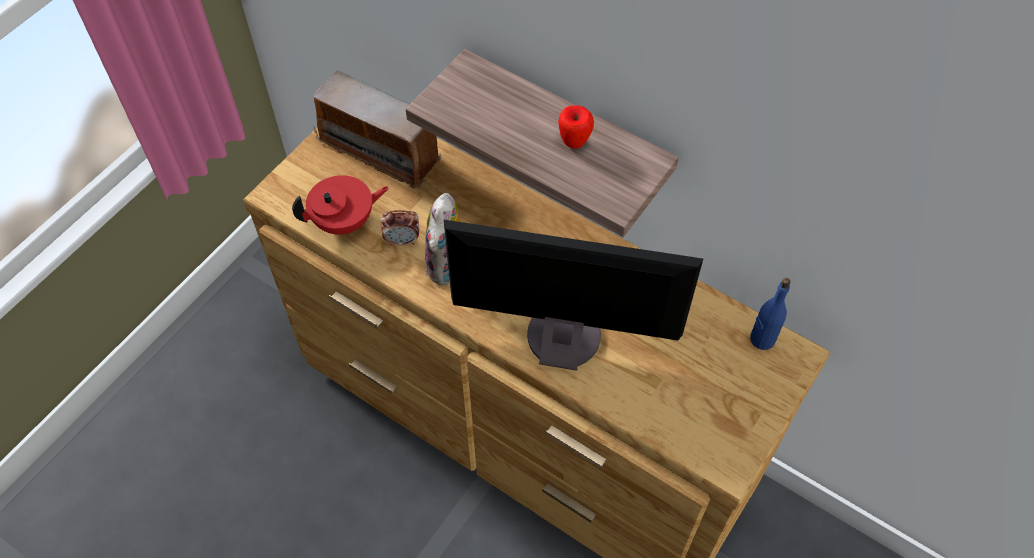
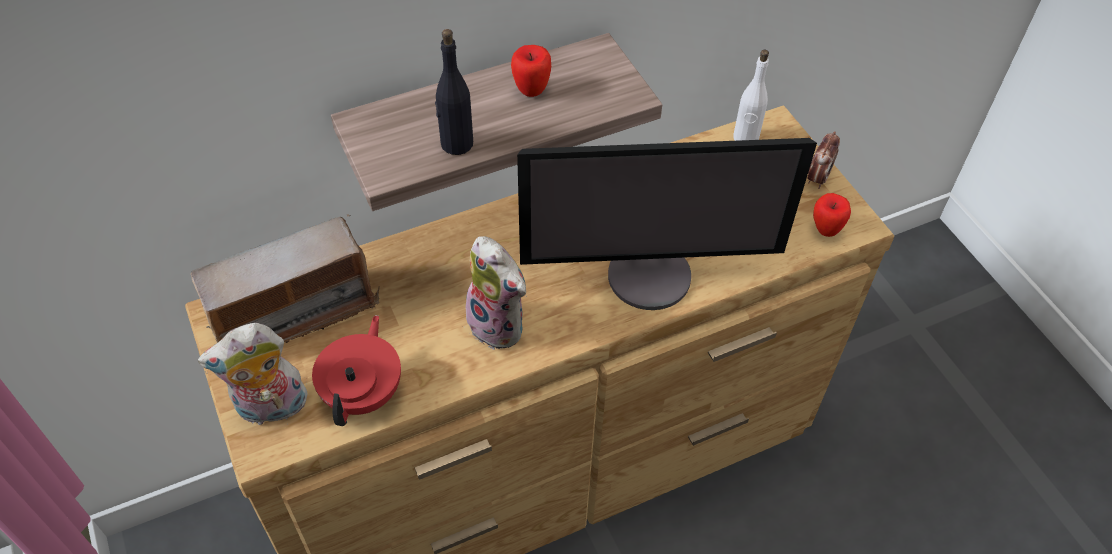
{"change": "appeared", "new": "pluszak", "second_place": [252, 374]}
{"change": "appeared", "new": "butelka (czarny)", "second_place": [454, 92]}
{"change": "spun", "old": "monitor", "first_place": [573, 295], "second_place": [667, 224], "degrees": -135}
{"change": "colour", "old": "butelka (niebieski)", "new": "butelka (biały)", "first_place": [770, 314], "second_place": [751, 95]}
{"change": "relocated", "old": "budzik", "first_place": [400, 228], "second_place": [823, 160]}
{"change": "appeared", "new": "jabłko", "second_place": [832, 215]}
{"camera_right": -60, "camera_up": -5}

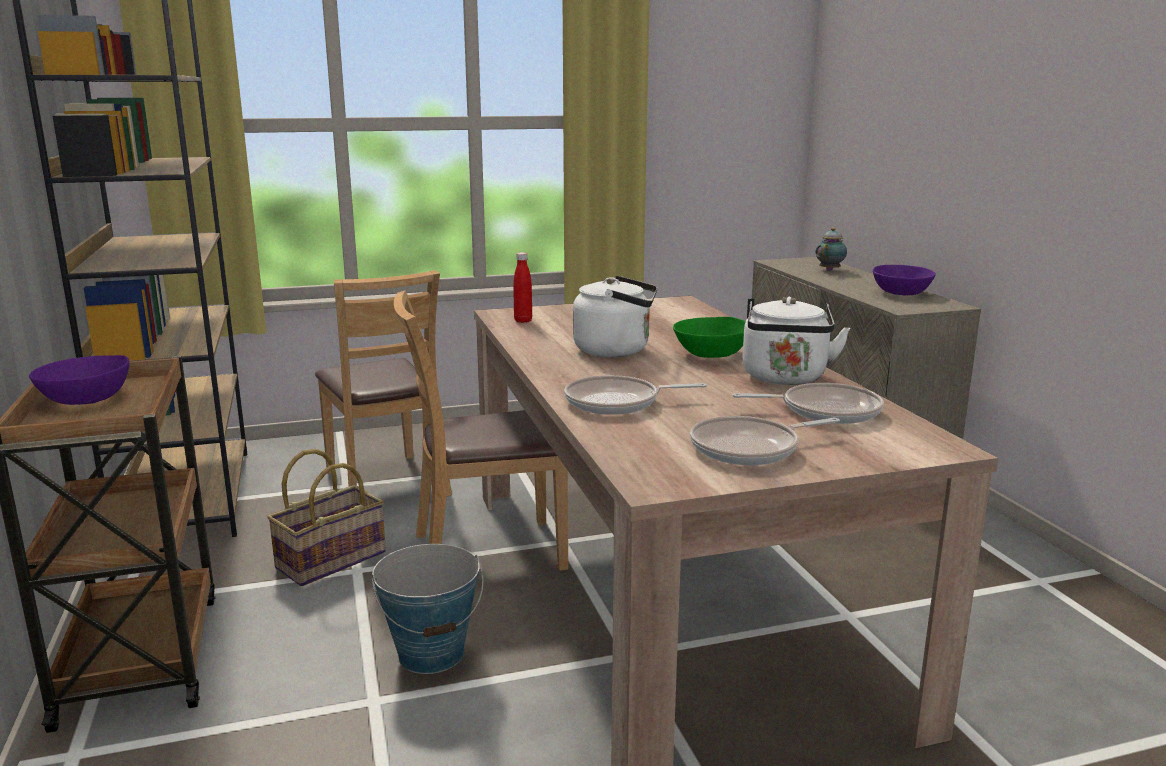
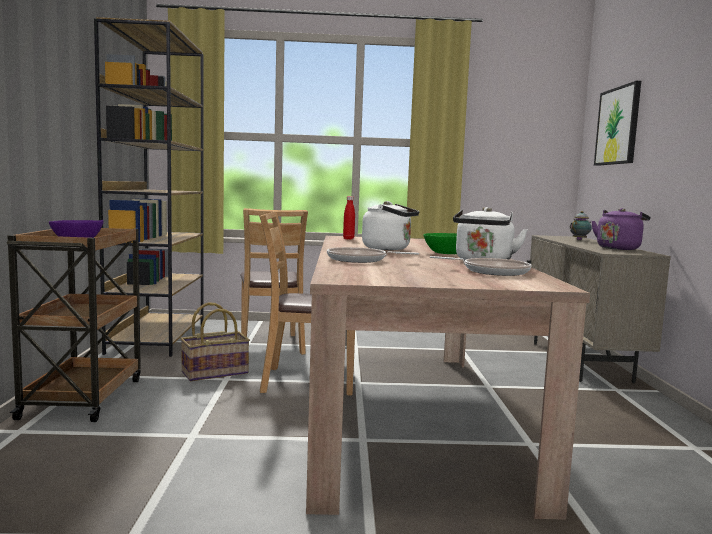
{"change": "exchanged", "old": "miska (fioletowy)", "new": "czajnik (fioletowy)", "first_place": [904, 280], "second_place": [621, 229]}
{"change": "appeared", "new": "obraz", "second_place": [617, 123]}
{"change": "missing", "old": "wiadro", "first_place": [428, 609]}
{"change": "missing", "old": "patelnia", "first_place": [765, 440]}
{"camera_right": 15, "camera_up": -10}

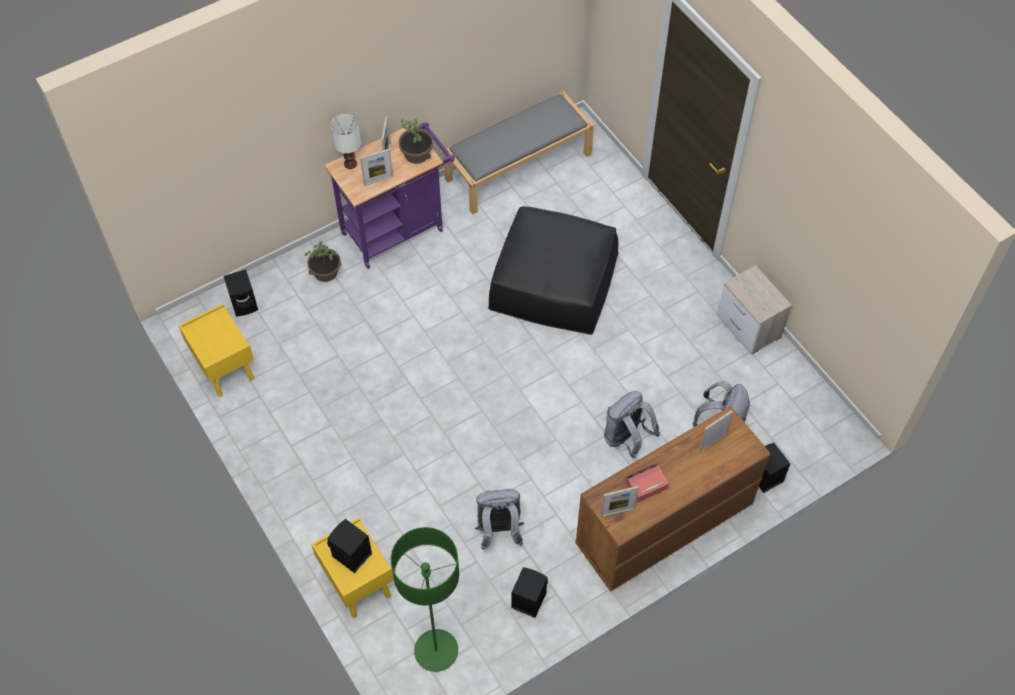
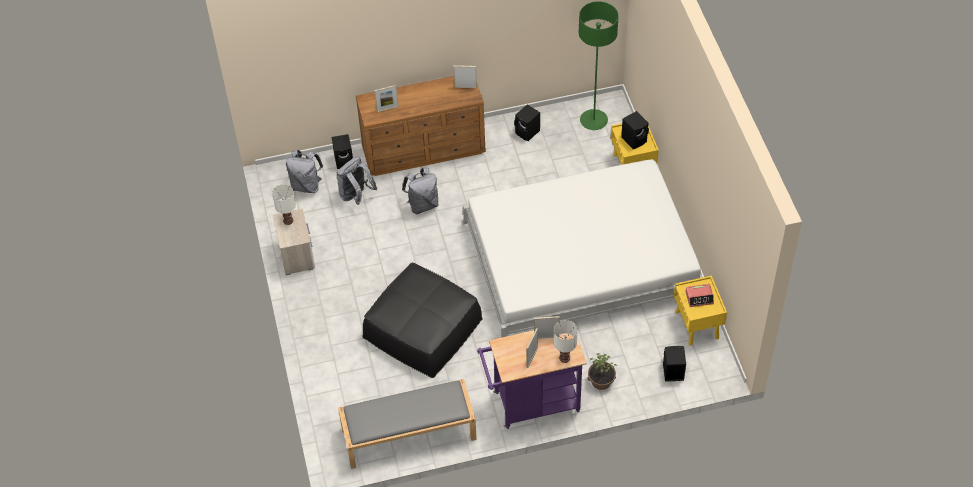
{"change": "appeared", "new": "lampa stołowa (biały)", "second_place": [284, 204]}
{"change": "relocated", "old": "plecak (szary)", "first_place": [499, 519], "second_place": [304, 171]}
{"change": "appeared", "new": "łóżko (biały)", "second_place": [582, 248]}
{"change": "relocated", "old": "budzik", "first_place": [646, 483], "second_place": [699, 295]}
{"change": "missing", "old": "roślina doniczkowa", "first_place": [415, 141]}
{"camera_right": -160, "camera_up": -5}

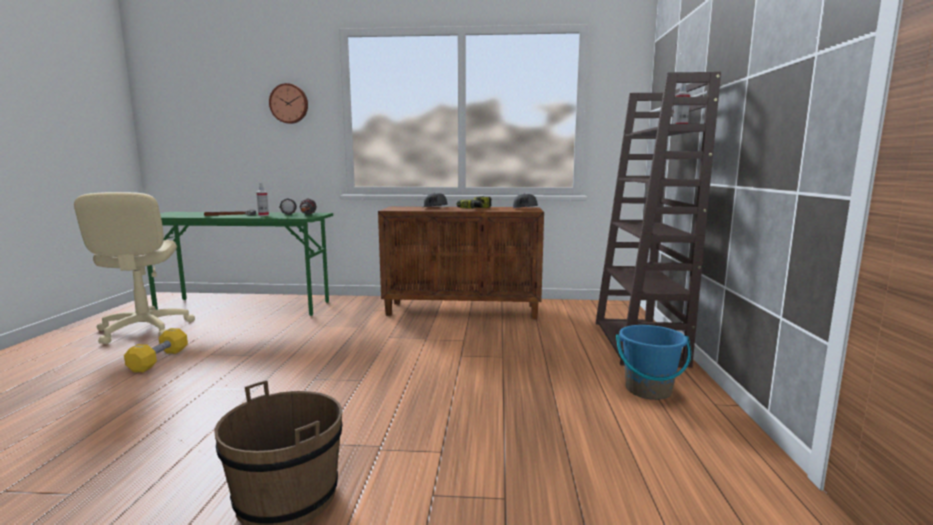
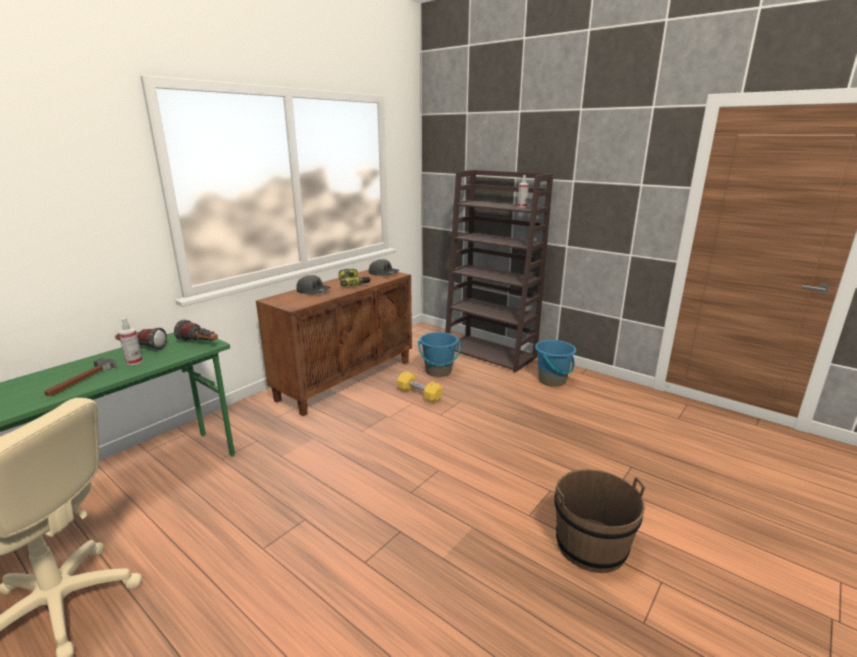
{"change": "relocated", "old": "hantel (żółty)", "first_place": [156, 350], "second_place": [419, 387]}
{"change": "appeared", "new": "wiadro (niebieski)", "second_place": [439, 354]}
{"change": "missing", "old": "zegar ścienny", "first_place": [288, 103]}
{"camera_right": -55, "camera_up": 10}

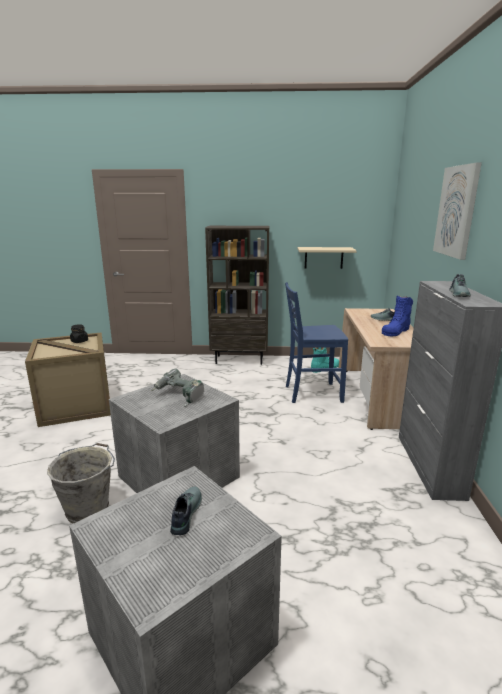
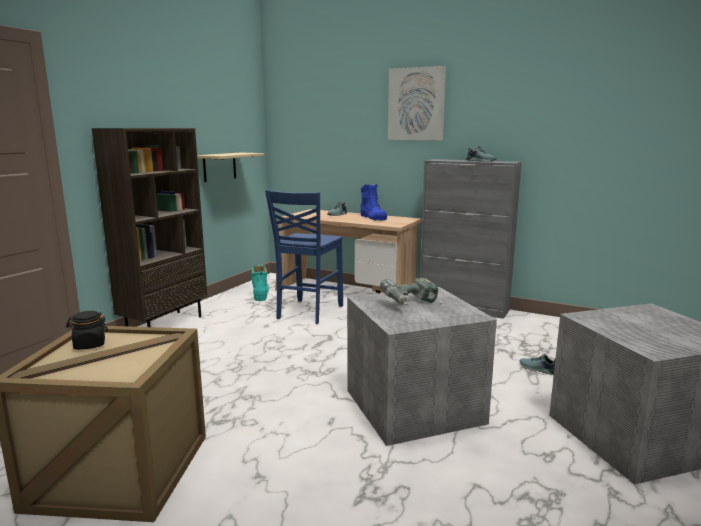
{"change": "relocated", "old": "but", "first_place": [186, 511], "second_place": [537, 364]}
{"change": "missing", "old": "wiadro (szary)", "first_place": [81, 483]}
{"camera_right": -65, "camera_up": -5}

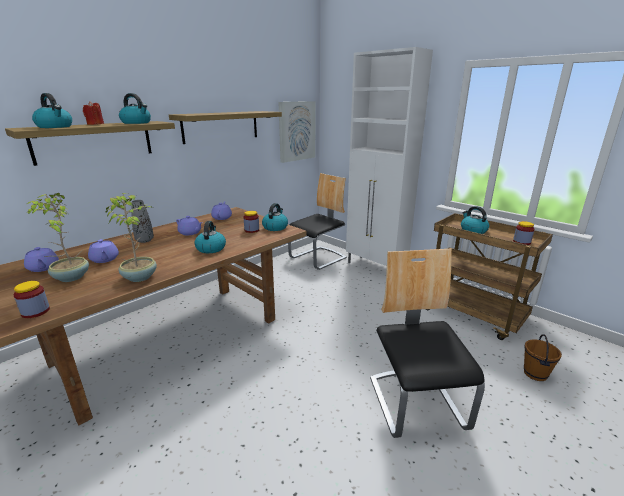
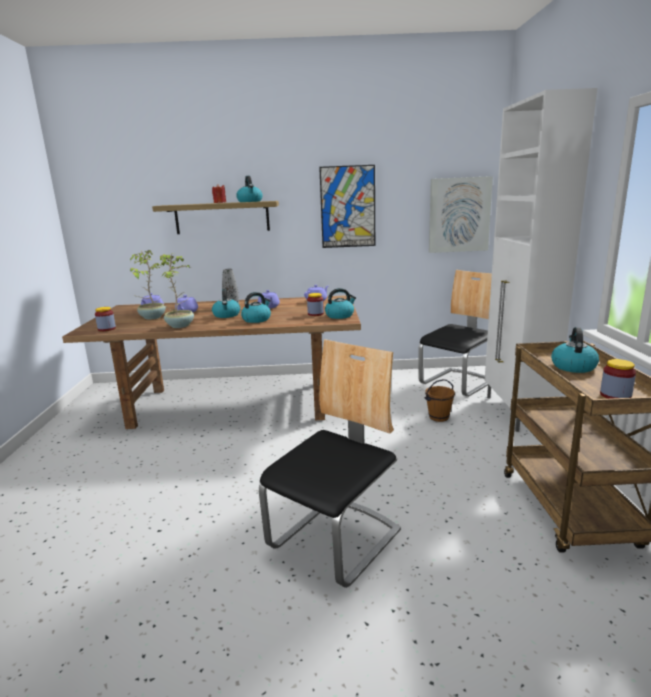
{"change": "relocated", "old": "czajnik", "first_place": [52, 110], "second_place": [226, 303]}
{"change": "exchanged", "old": "półka", "new": "obraz", "first_place": [225, 127], "second_place": [347, 206]}
{"change": "spun", "old": "krzesło", "first_place": [317, 221], "second_place": [455, 333], "degrees": -45}
{"change": "relocated", "old": "wiadro (brązowy)", "first_place": [543, 357], "second_place": [439, 400]}
{"camera_right": 45, "camera_up": -5}

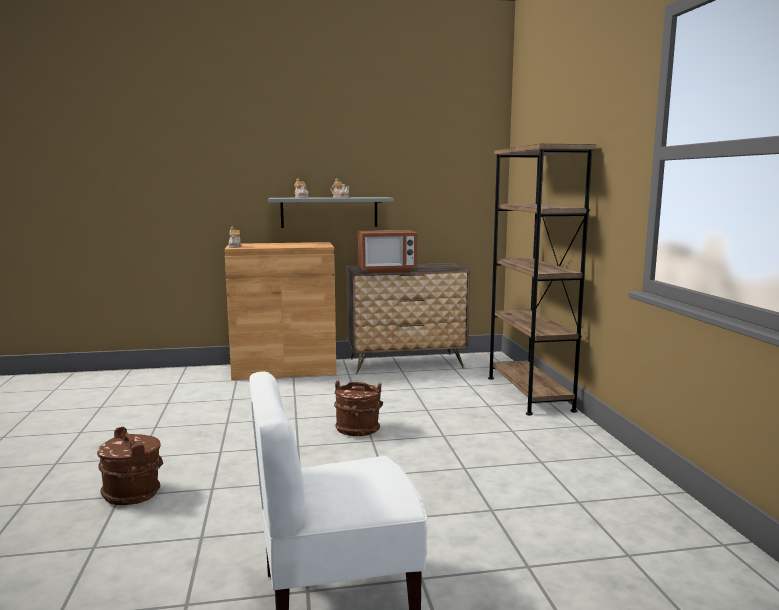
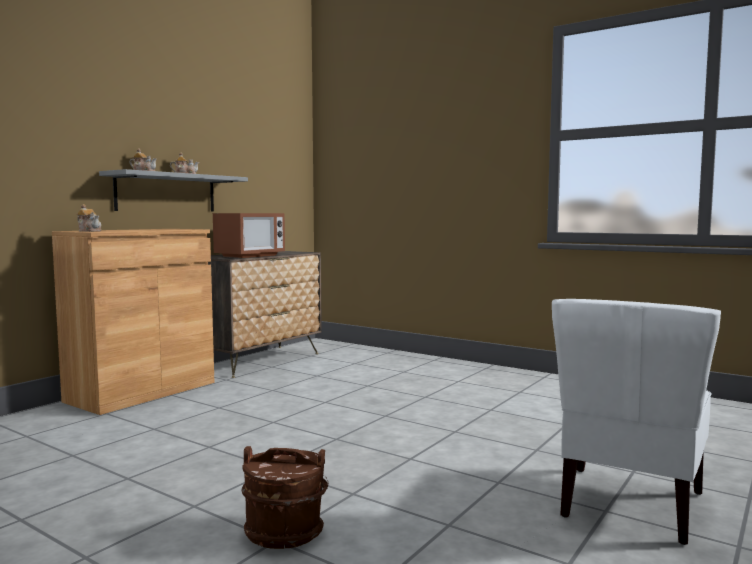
{"change": "missing", "old": "wiadro (brązowy)", "first_place": [358, 408]}
{"change": "missing", "old": "regał (brązowy)", "first_place": [542, 280]}
{"camera_right": -45, "camera_up": -5}

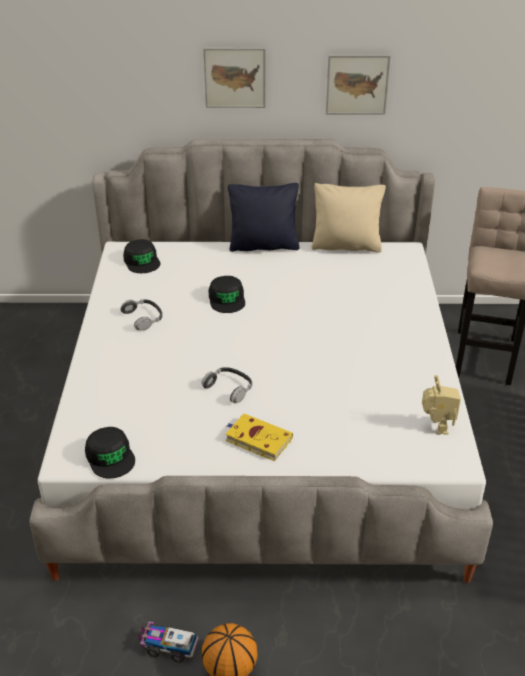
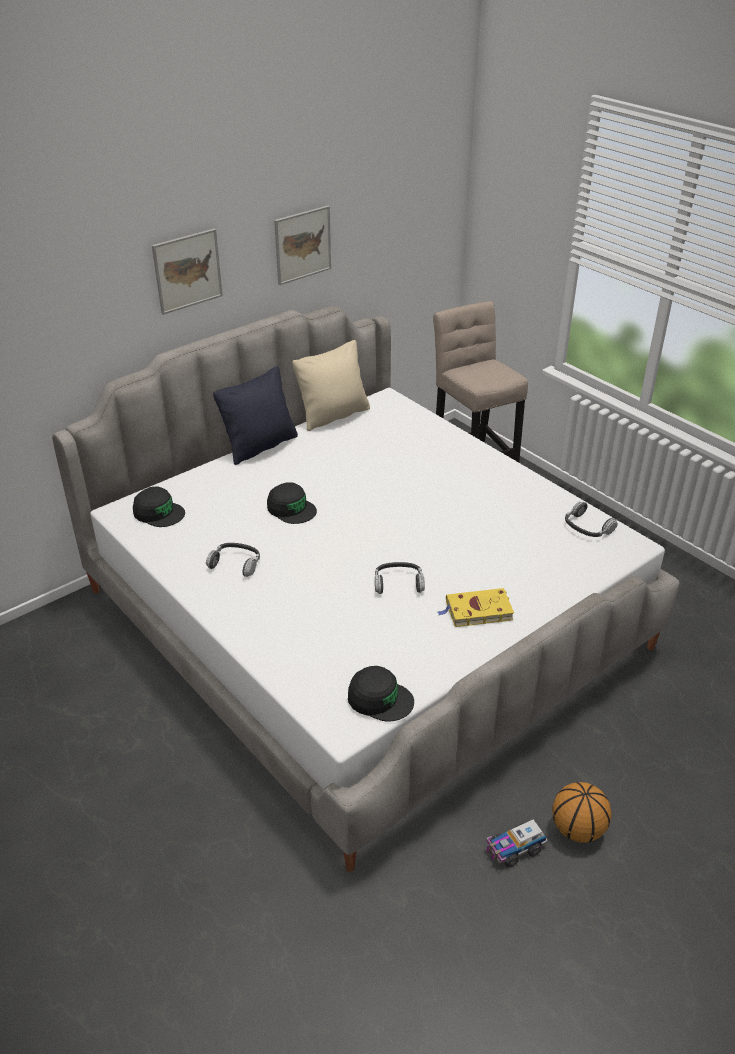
{"change": "exchanged", "old": "robot zabawkowy", "new": "słuchawki", "first_place": [441, 405], "second_place": [591, 519]}
{"camera_right": -40, "camera_up": 0}

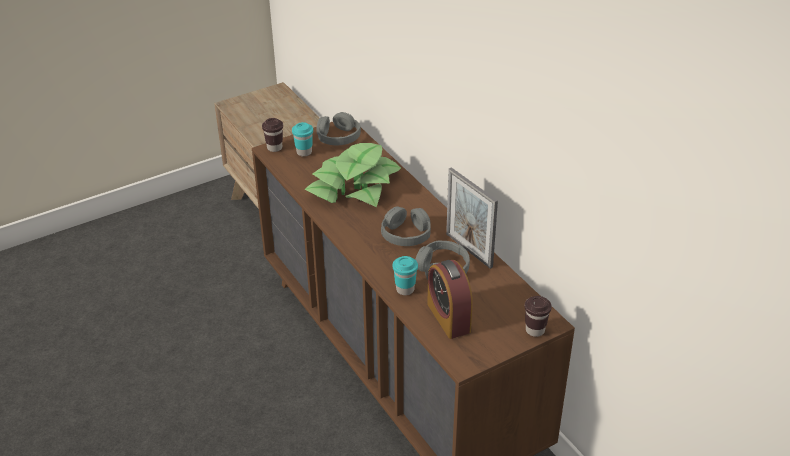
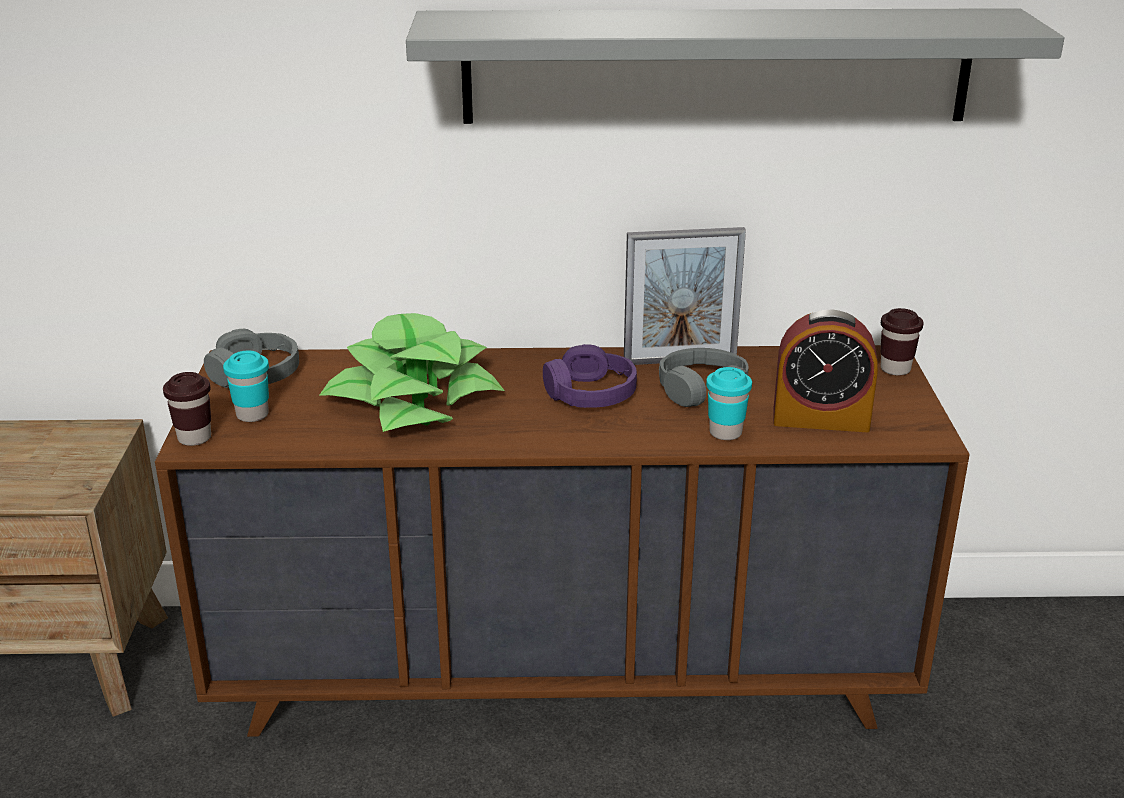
{"change": "appeared", "new": "półka (szary)", "second_place": [735, 66]}
{"change": "colour", "old": "słuchawki (szary)", "new": "słuchawki (fioletowy)", "first_place": [406, 226], "second_place": [590, 376]}
{"camera_right": -60, "camera_up": -10}

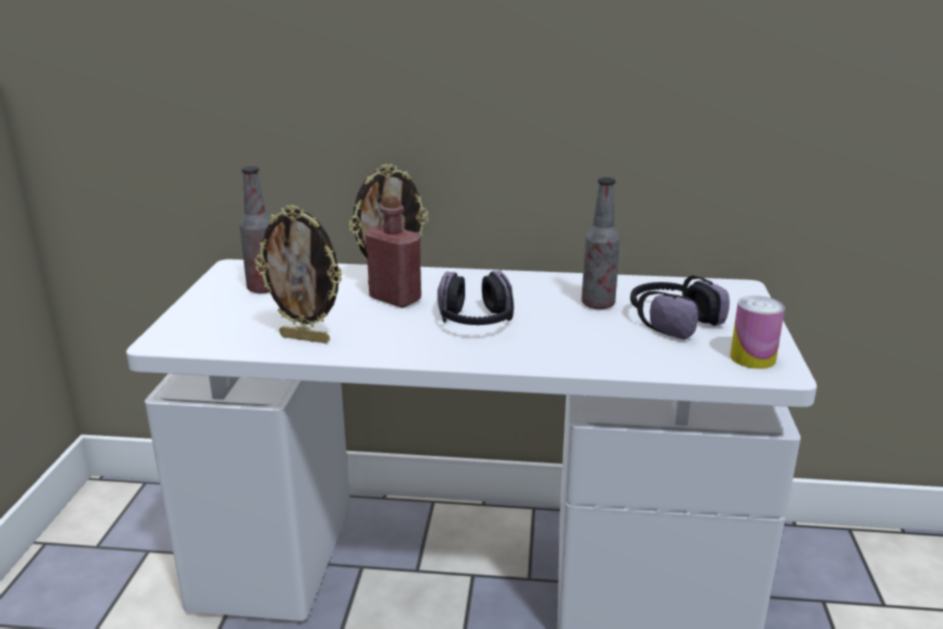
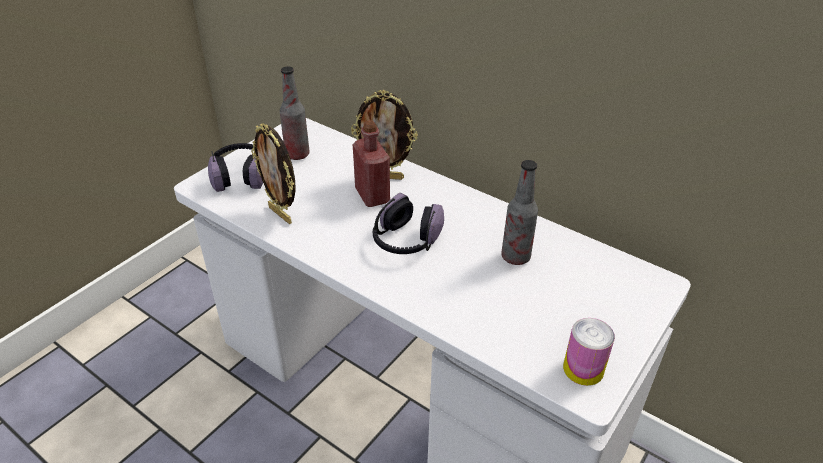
{"change": "relocated", "old": "słuchawki", "first_place": [680, 307], "second_place": [235, 167]}
{"camera_right": 30, "camera_up": 15}

